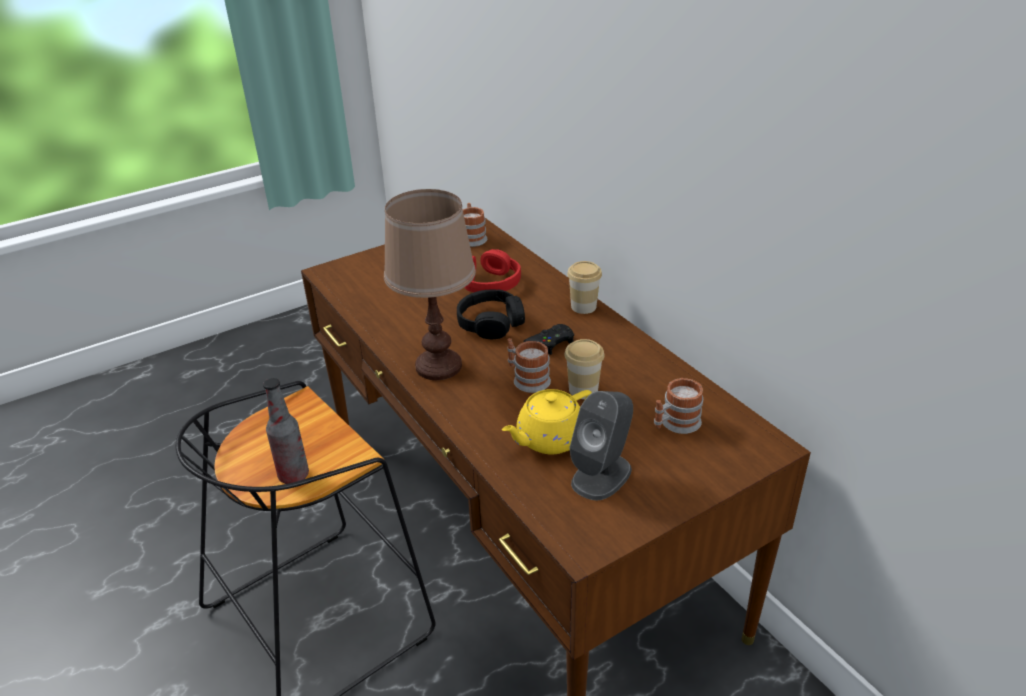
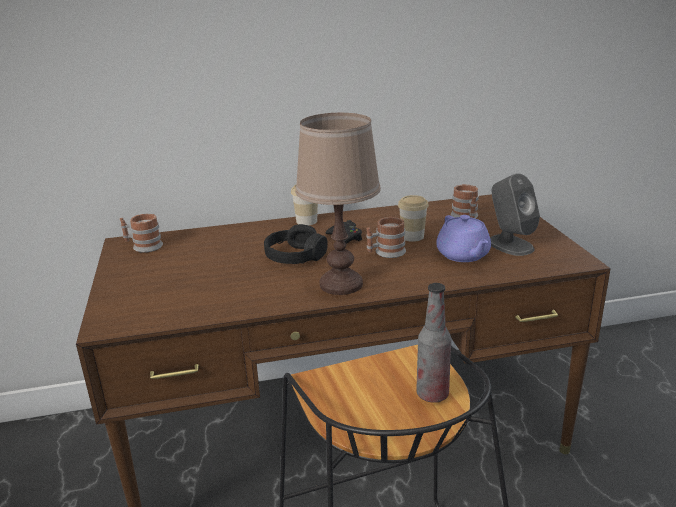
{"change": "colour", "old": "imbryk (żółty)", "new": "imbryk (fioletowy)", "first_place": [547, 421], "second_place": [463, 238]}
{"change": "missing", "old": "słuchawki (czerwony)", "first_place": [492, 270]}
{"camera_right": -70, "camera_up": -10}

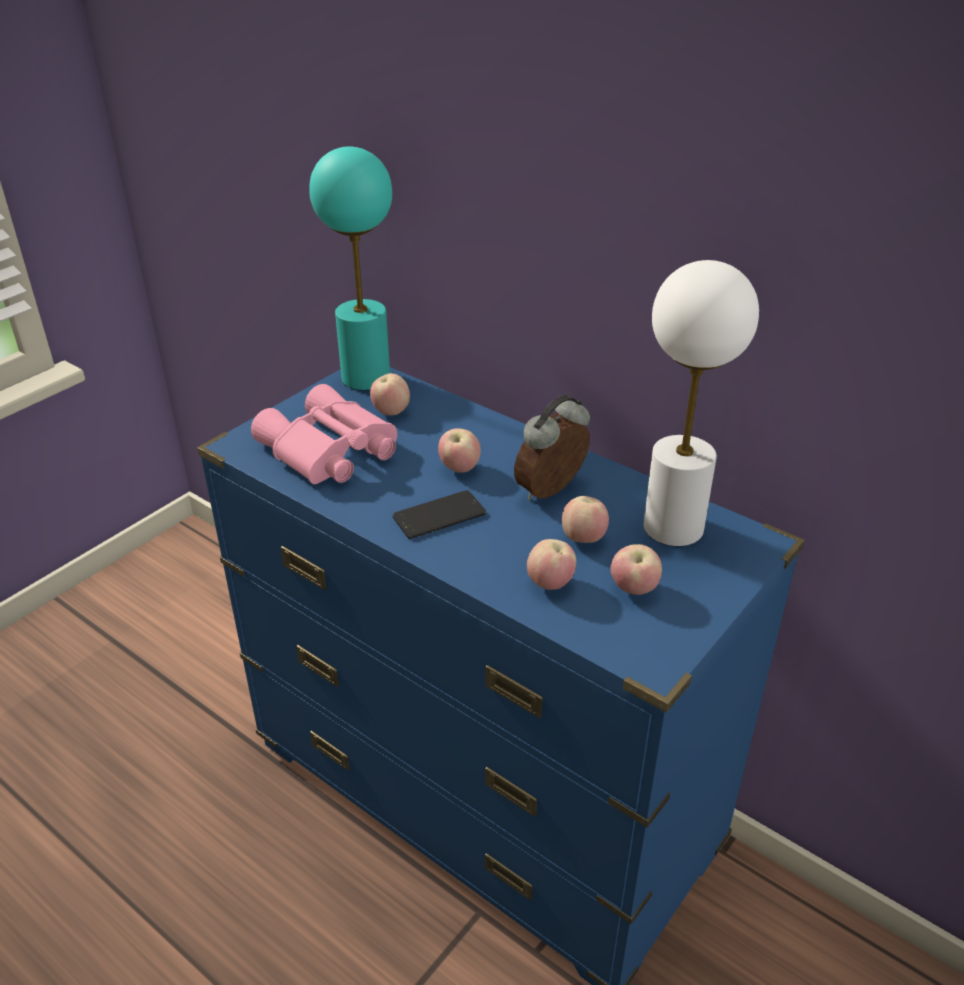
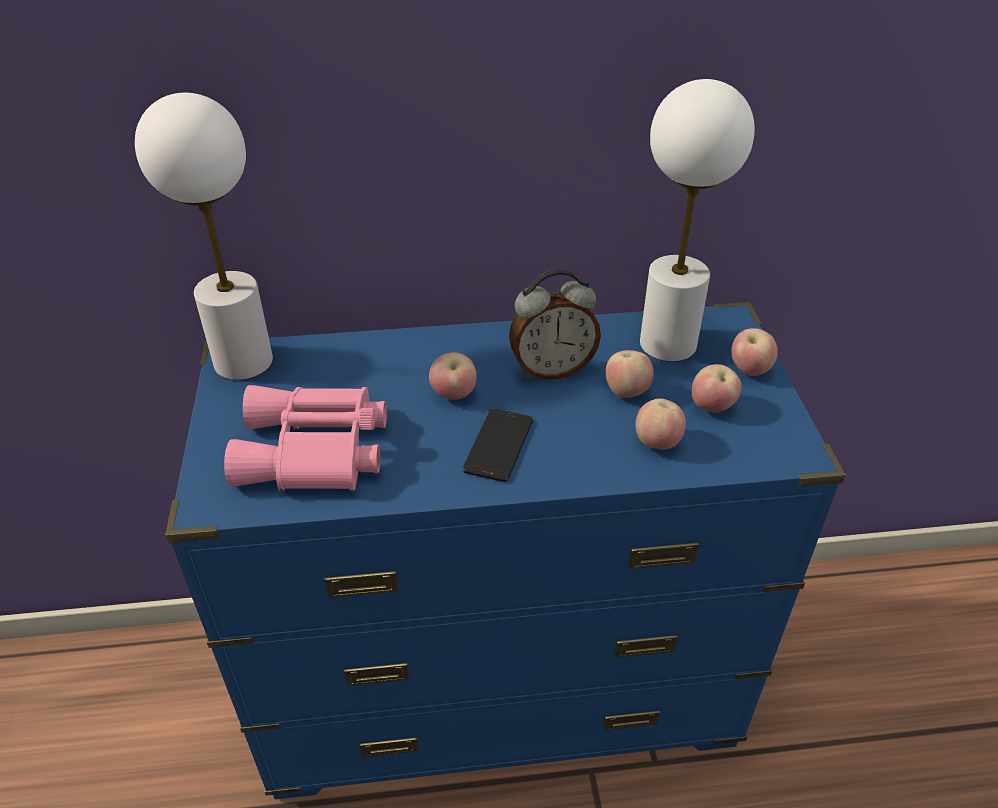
{"change": "colour", "old": "lampa stołowa (turkusowy)", "new": "lampa stołowa (biały)", "first_place": [350, 268], "second_place": [204, 236]}
{"change": "spun", "old": "budzik", "first_place": [552, 448], "second_place": [555, 324], "degrees": -105}
{"change": "relocated", "old": "jabłko", "first_place": [390, 394], "second_place": [754, 352]}
{"camera_right": -45, "camera_up": 5}

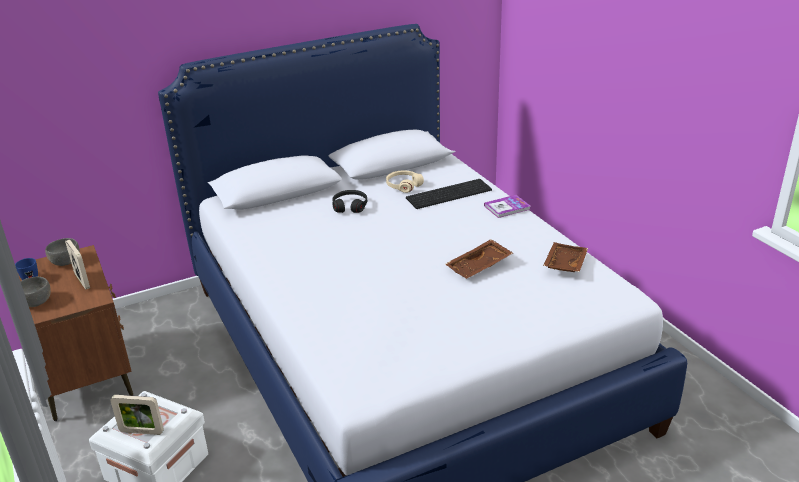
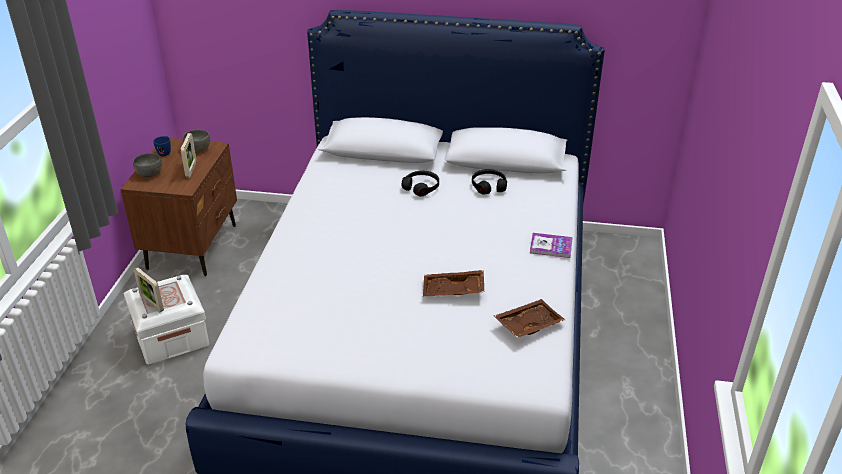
{"change": "colour", "old": "słuchawki (beżowy)", "new": "słuchawki (czarny)", "first_place": [405, 182], "second_place": [489, 181]}
{"change": "missing", "old": "klawiatura", "first_place": [449, 194]}
{"camera_right": 35, "camera_up": 5}

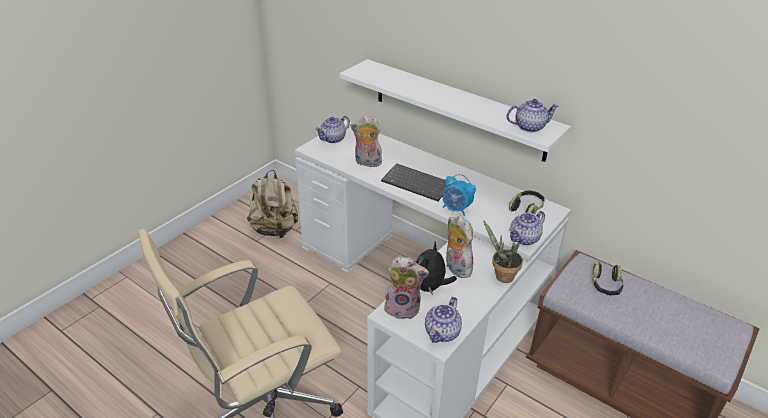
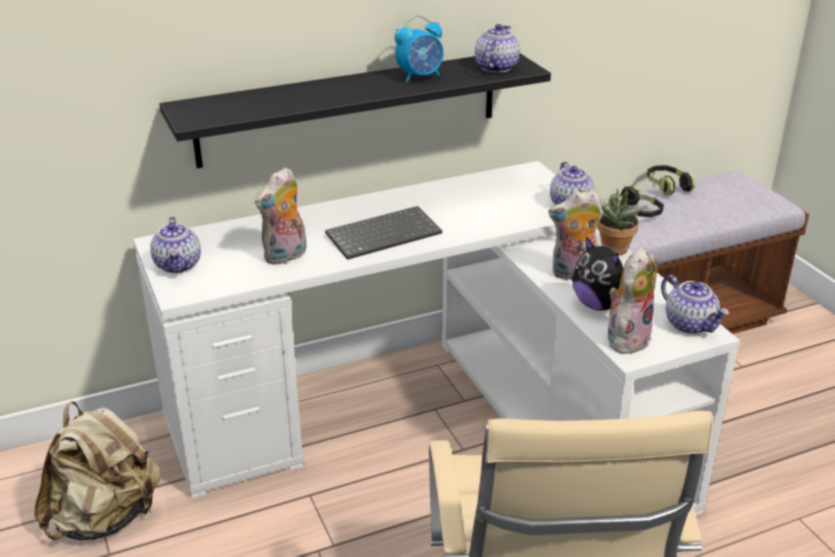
{"change": "colour", "old": "półka (biały)", "new": "półka (czarny)", "first_place": [455, 110], "second_place": [355, 110]}
{"change": "relocated", "old": "budzik", "first_place": [459, 195], "second_place": [419, 49]}
{"change": "relocated", "old": "słuchawki", "first_place": [526, 202], "second_place": [671, 180]}
{"camera_right": -60, "camera_up": -5}

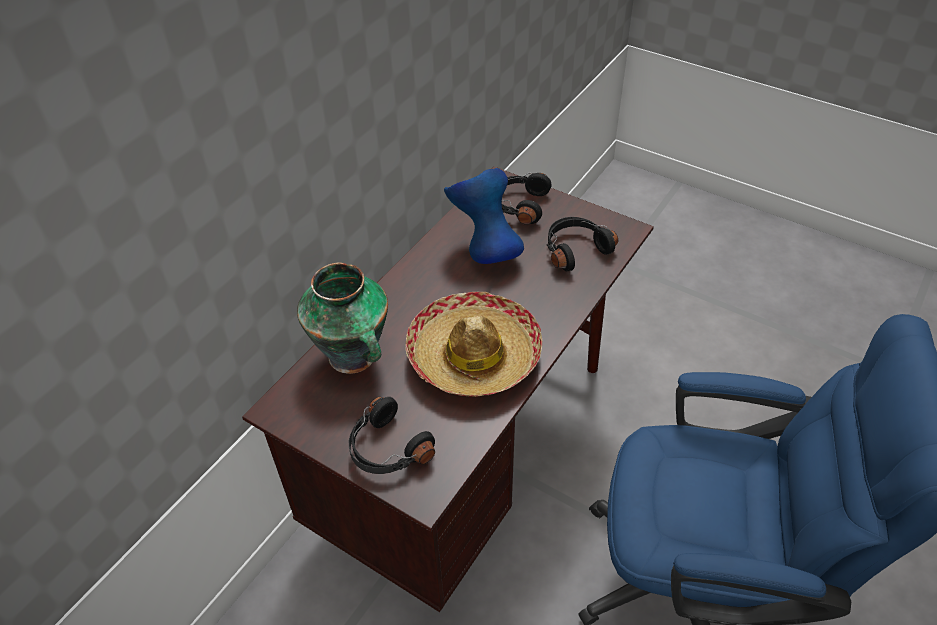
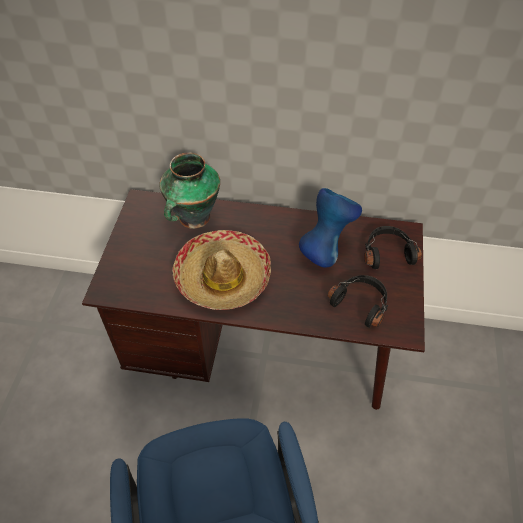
{"change": "missing", "old": "słuchawki (czarny)", "first_place": [392, 435]}
{"camera_right": 65, "camera_up": 5}

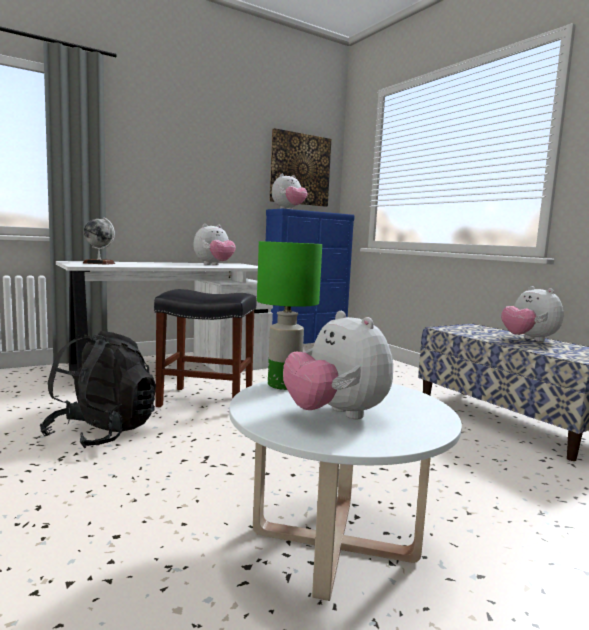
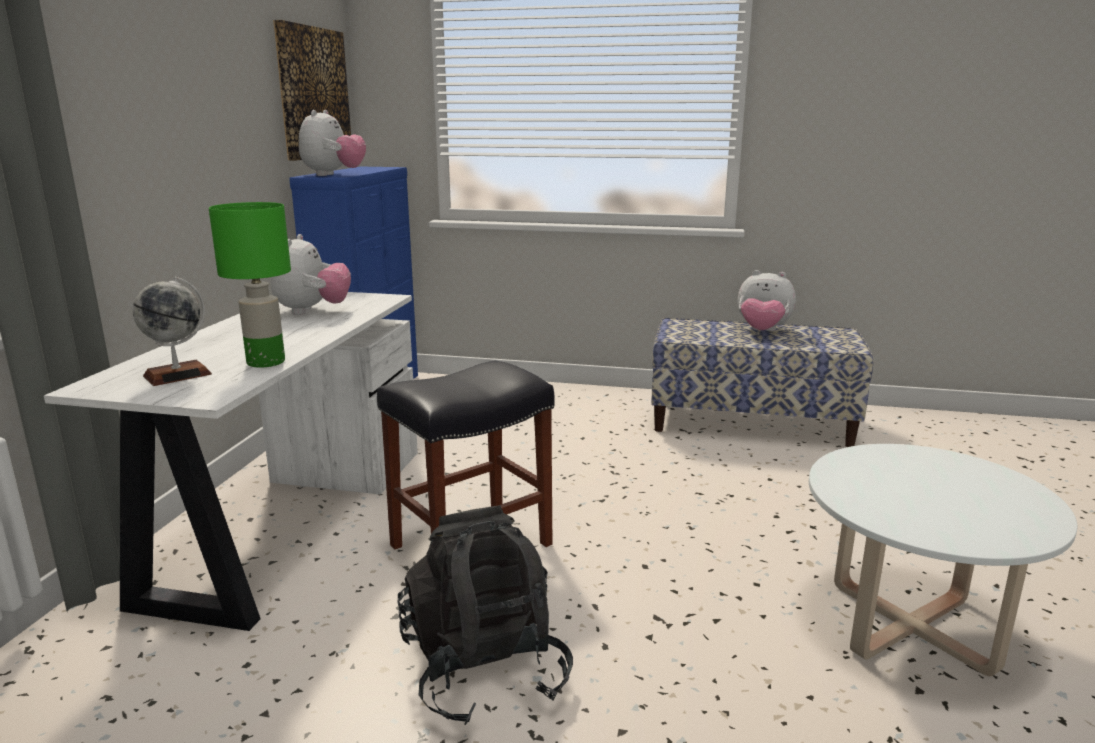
{"change": "relocated", "old": "lampa stołowa (zielony)", "first_place": [289, 315], "second_place": [250, 285]}
{"change": "missing", "old": "pluszak", "first_place": [338, 365]}
{"camera_right": -45, "camera_up": 10}

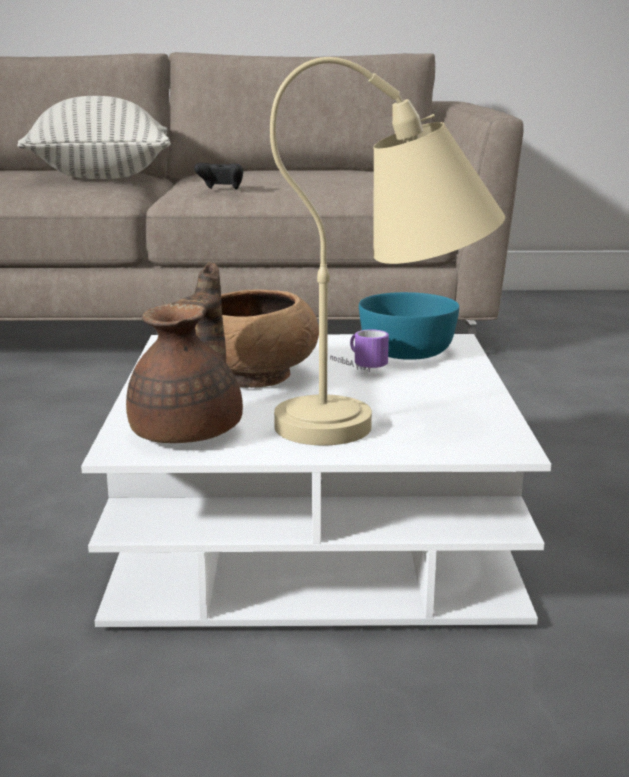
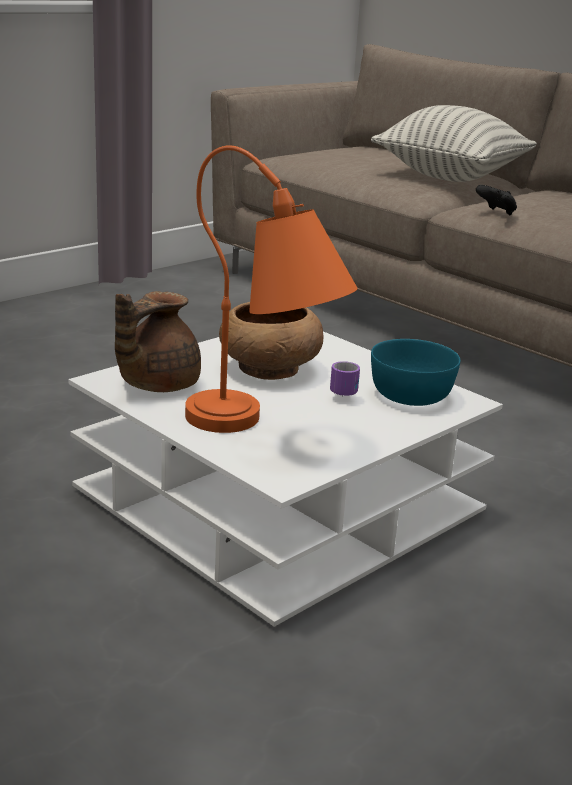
{"change": "spun", "old": "imbryk (brązowy)", "first_place": [184, 352], "second_place": [158, 341], "degrees": 150}
{"change": "colour", "old": "lampa stołowa (beżowy)", "new": "lampa stołowa (pomarańczowy)", "first_place": [387, 251], "second_place": [271, 289]}
{"camera_right": 45, "camera_up": 5}

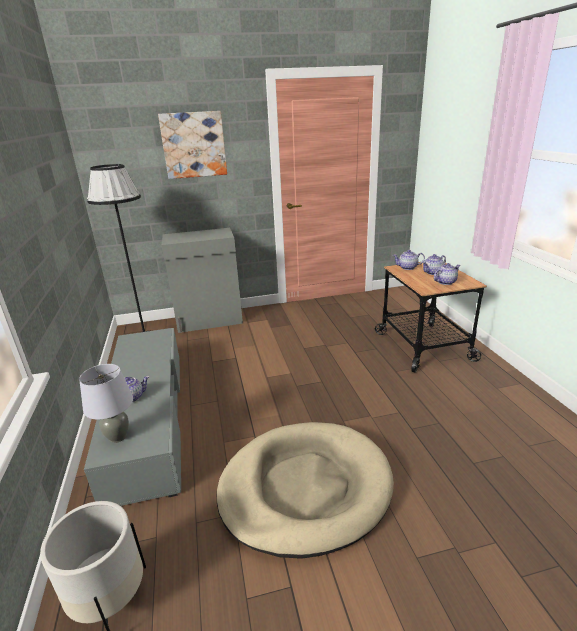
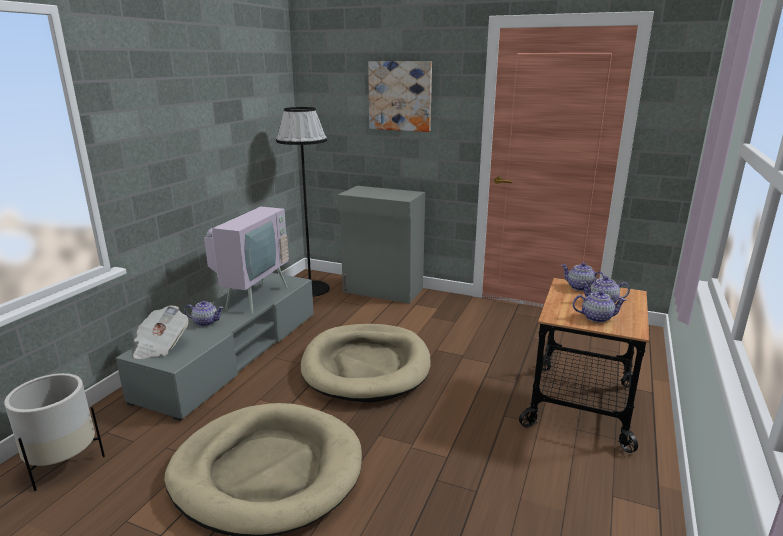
{"change": "exchanged", "old": "lampa stołowa (szary)", "new": "gazeta", "first_place": [106, 403], "second_place": [160, 332]}
{"change": "appeared", "new": "telewizor", "second_place": [243, 250]}
{"change": "appeared", "new": "legowisko (beżowy)", "second_place": [366, 363]}
{"camera_right": 35, "camera_up": -5}

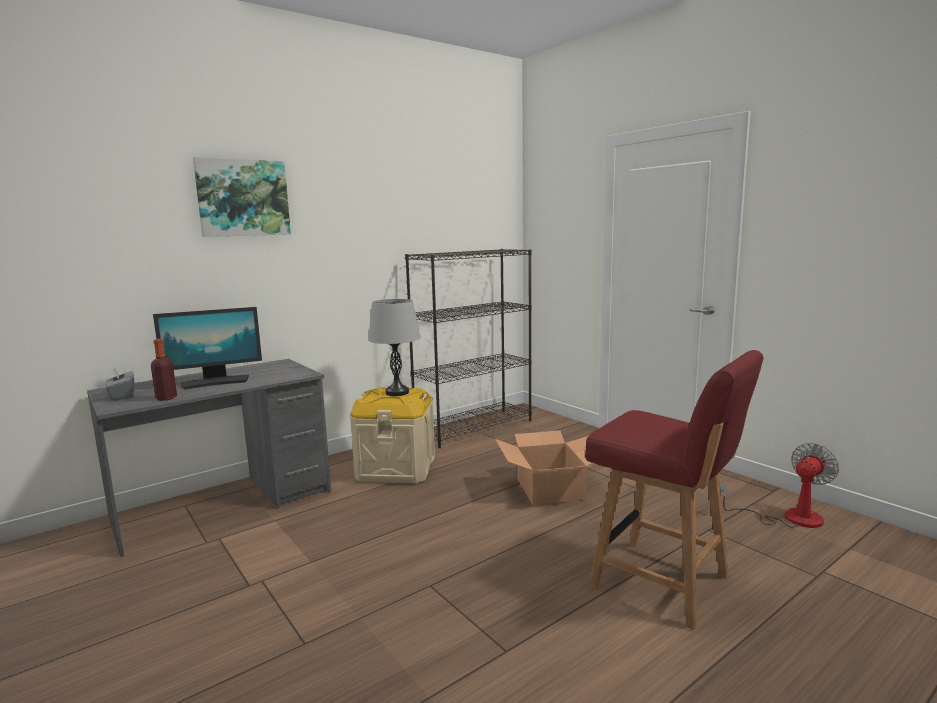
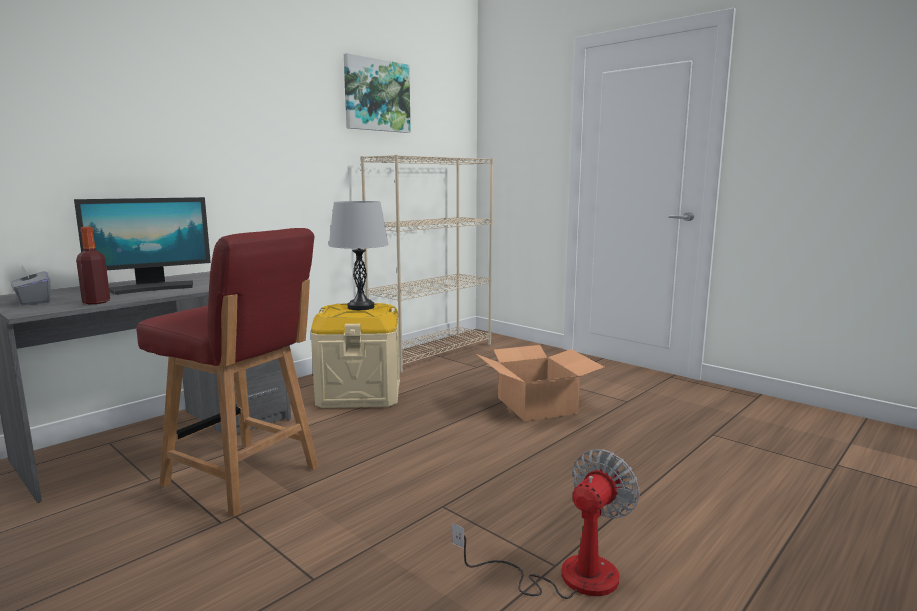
{"change": "relocated", "old": "krzesło (czerwony)", "first_place": [674, 490], "second_place": [227, 372]}
{"change": "relocated", "old": "obraz", "first_place": [242, 197], "second_place": [377, 93]}
{"change": "colour", "old": "regał (czarny)", "new": "regał (beżowy)", "first_place": [468, 348], "second_place": [426, 263]}
{"change": "relocated", "old": "wentylator", "first_place": [779, 485], "second_place": [546, 524]}
{"camera_right": -10, "camera_up": 0}

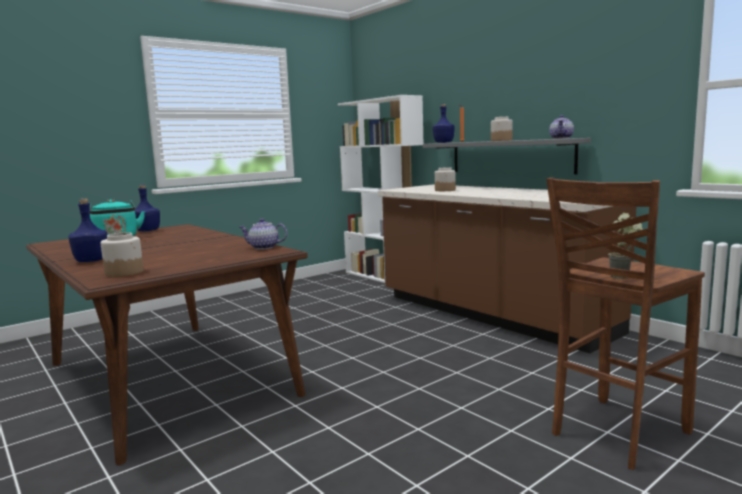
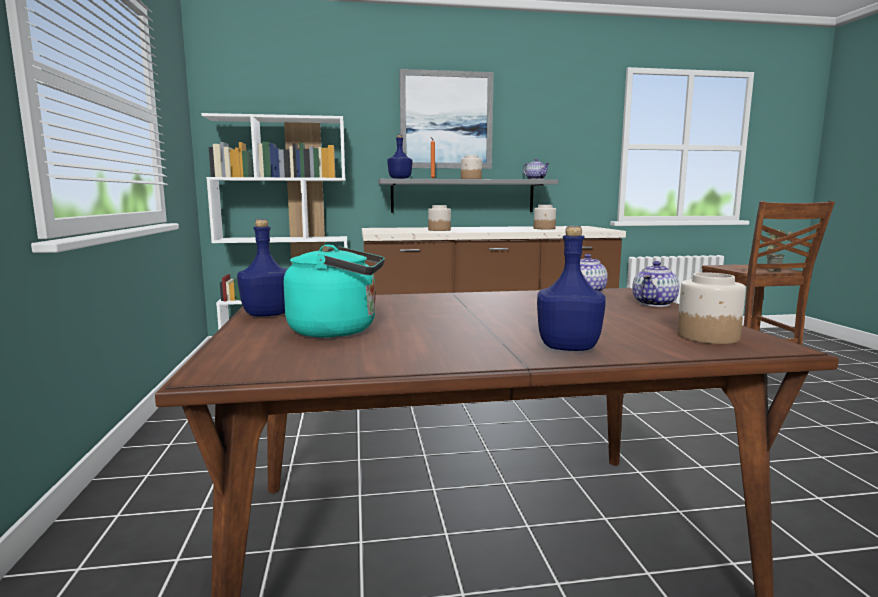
{"change": "appeared", "new": "obraz", "second_place": [446, 119]}
{"change": "appeared", "new": "słoik", "second_place": [545, 217]}
{"change": "appeared", "new": "imbryk", "second_place": [655, 284]}
{"camera_right": -60, "camera_up": 0}

